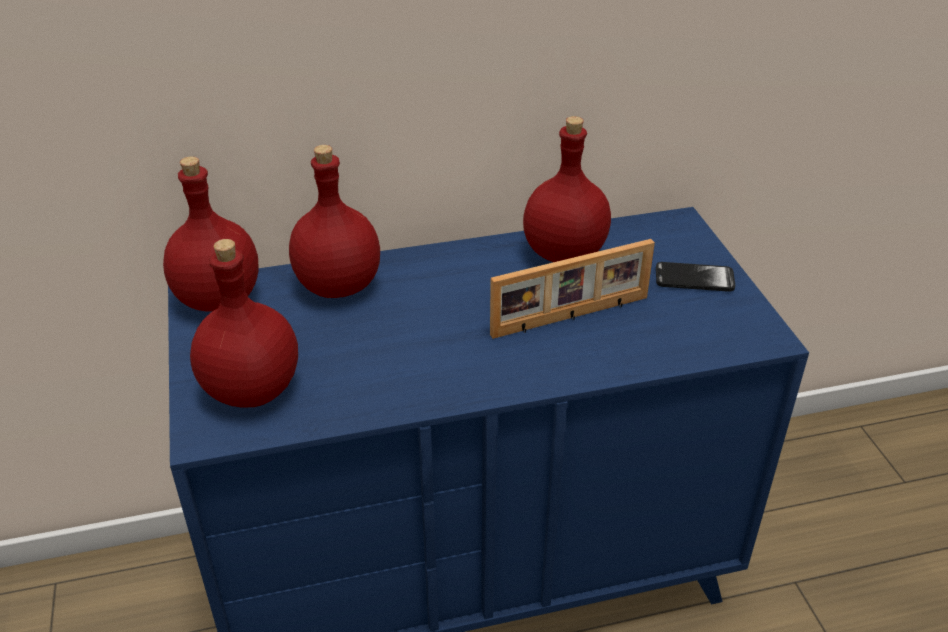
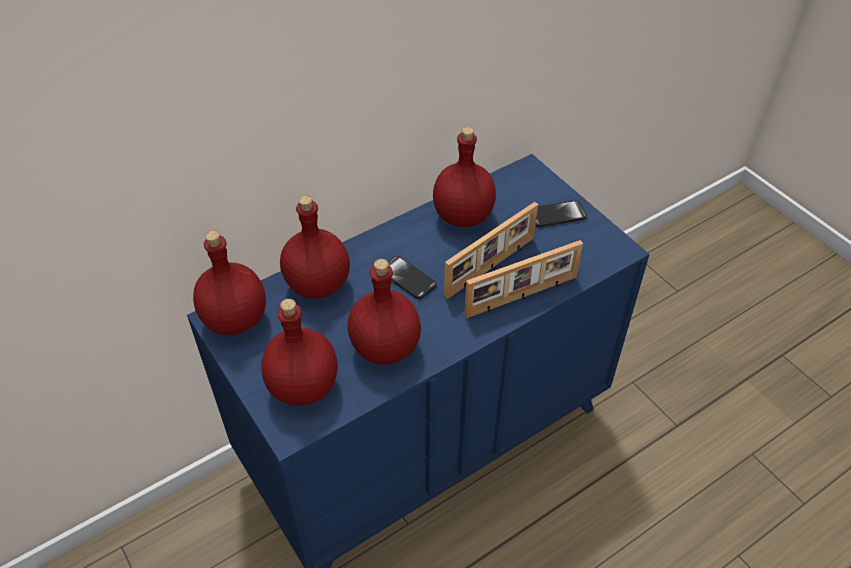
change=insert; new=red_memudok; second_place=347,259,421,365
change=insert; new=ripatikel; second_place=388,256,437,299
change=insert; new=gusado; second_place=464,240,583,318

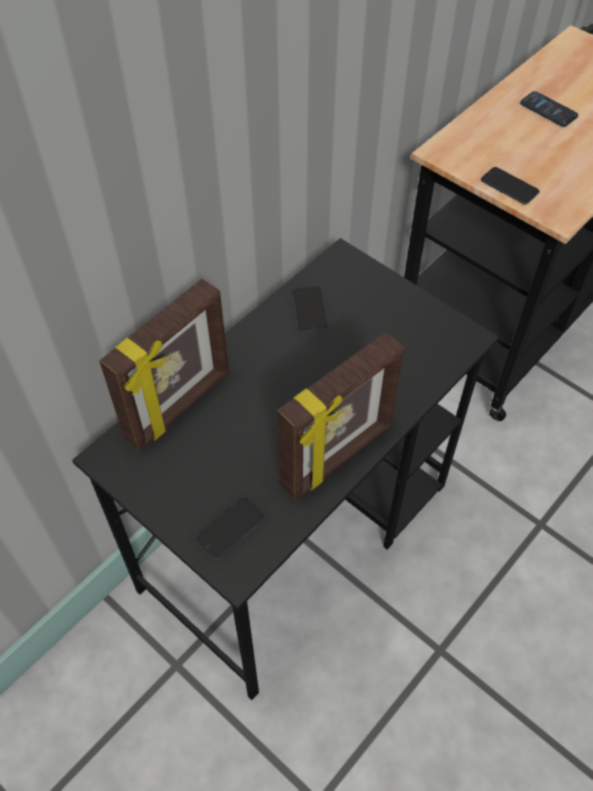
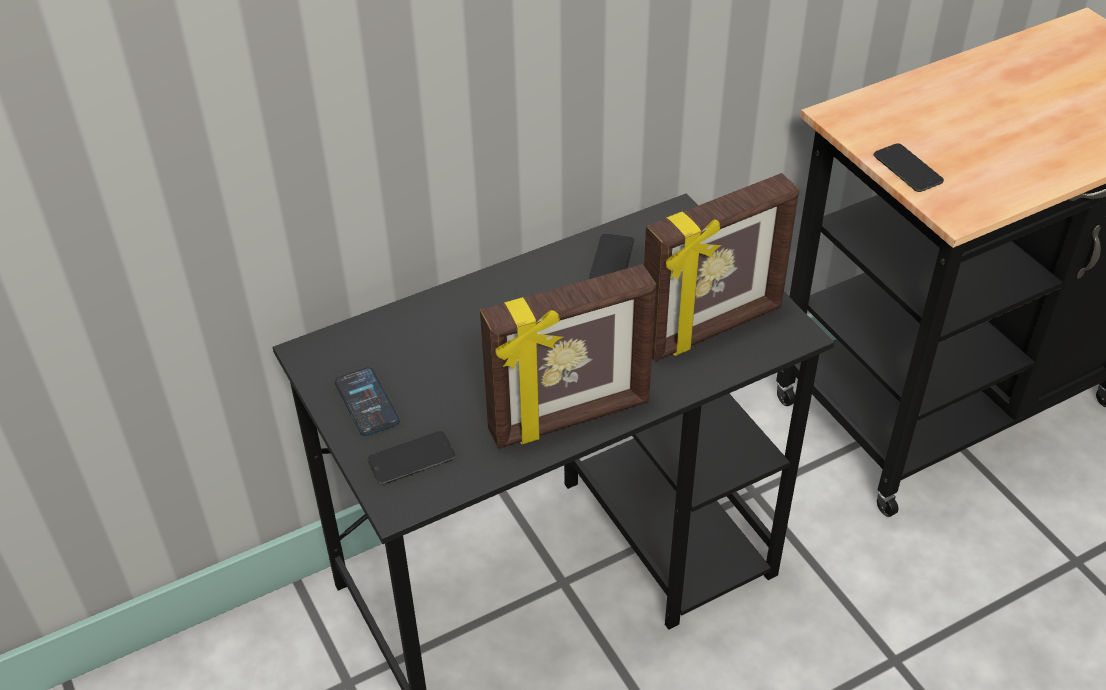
change=move; old=gusado; first_place=99,279,229,451; second_place=644,173,799,361
change=move; old=ripatikel; first_place=520,91,578,127; second_place=335,367,400,436

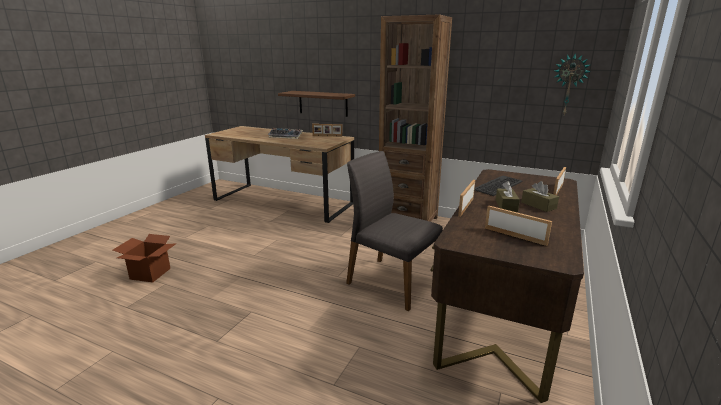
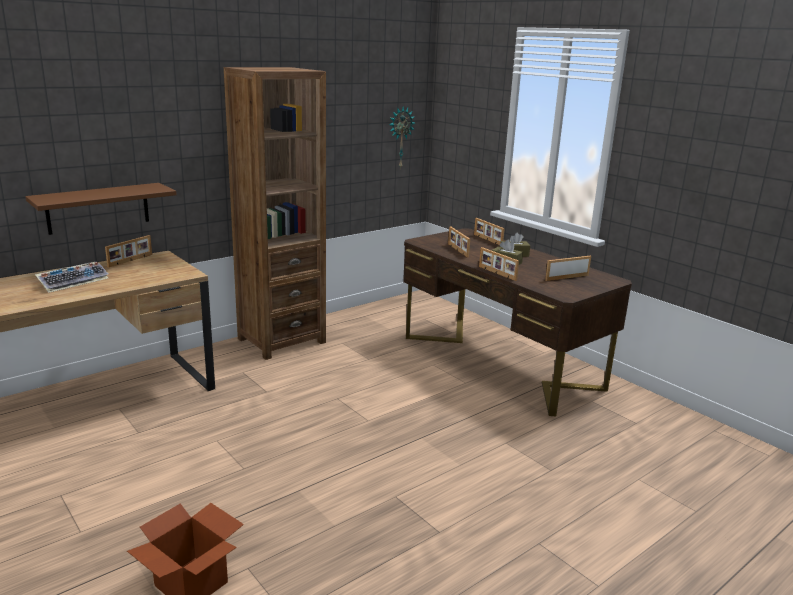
change=delete; old=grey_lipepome; first_place=346,151,443,311
change=replace; old=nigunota; new=gusado; first_place=474,176,523,196; second_place=448,226,470,258

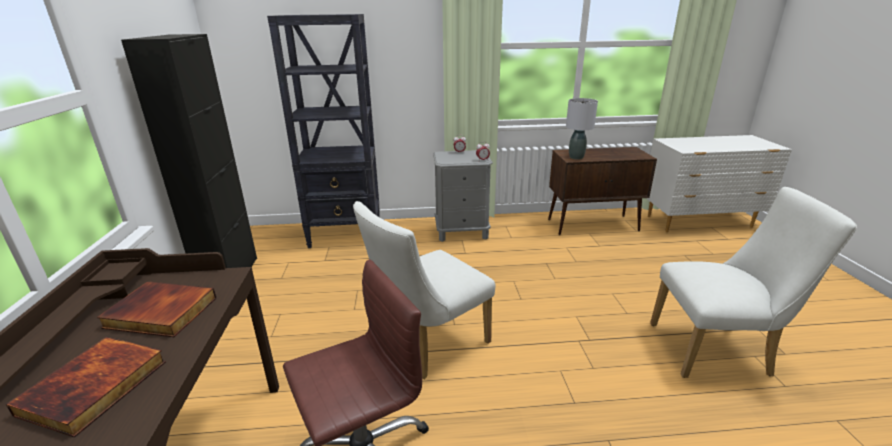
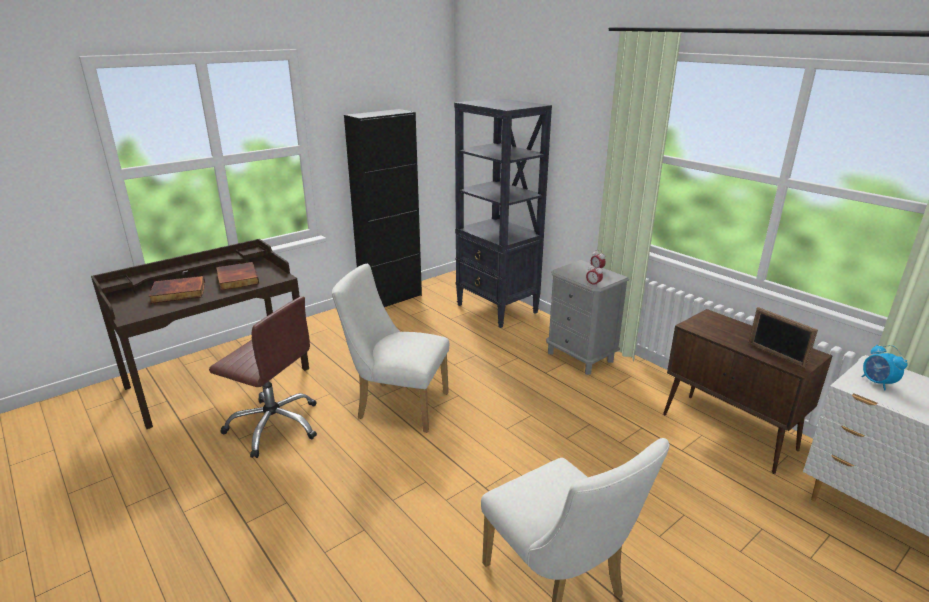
change=delete; old=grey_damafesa; first_place=566,98,598,159
change=insert; new=gusado; second_place=748,307,818,369
change=insert; new=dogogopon; second_place=861,345,907,391

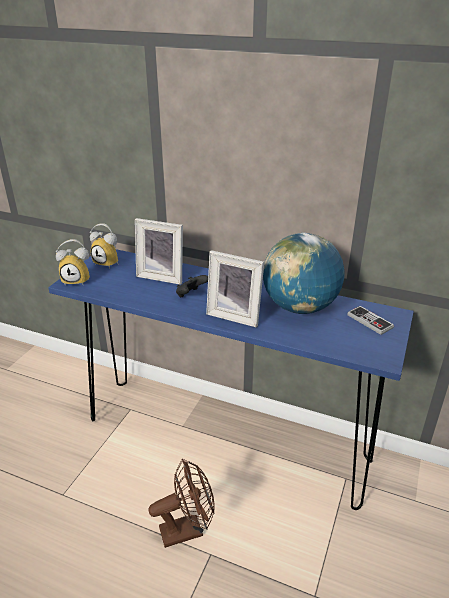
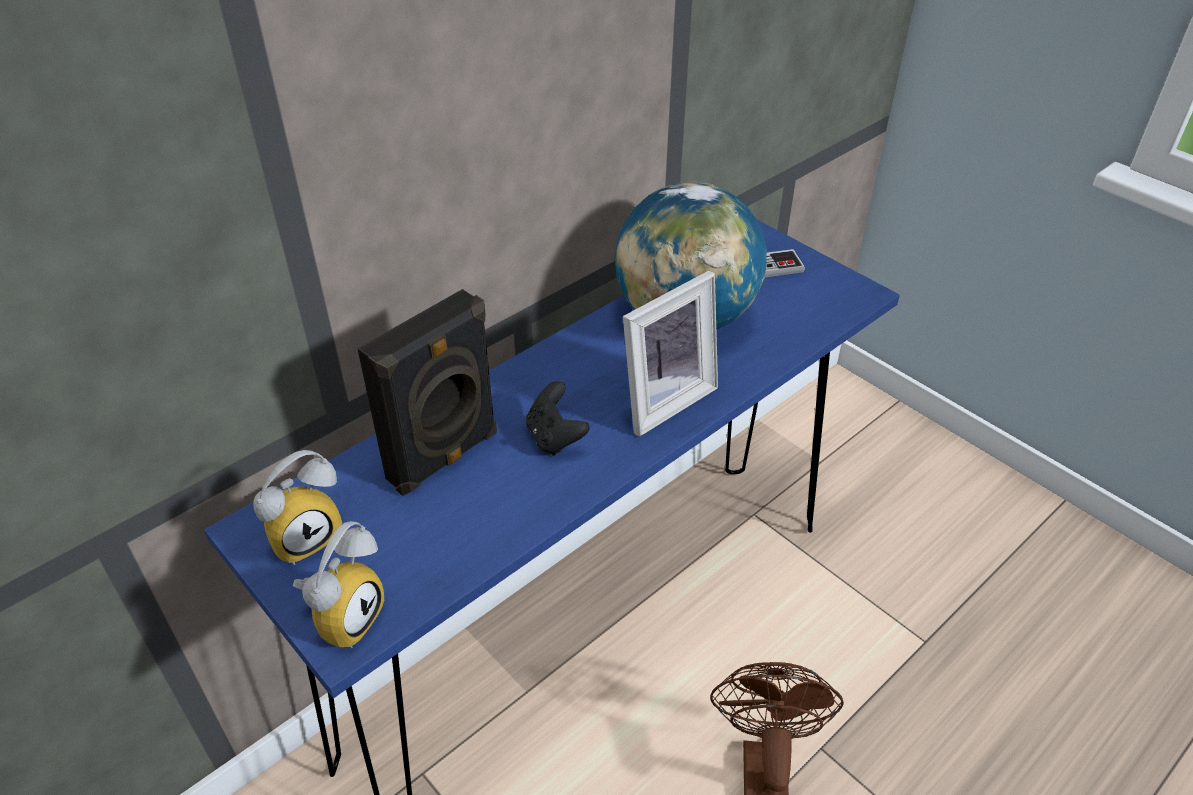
change=replace; old=gusado; new=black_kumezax; first_place=135,218,183,285; second_place=357,289,497,496

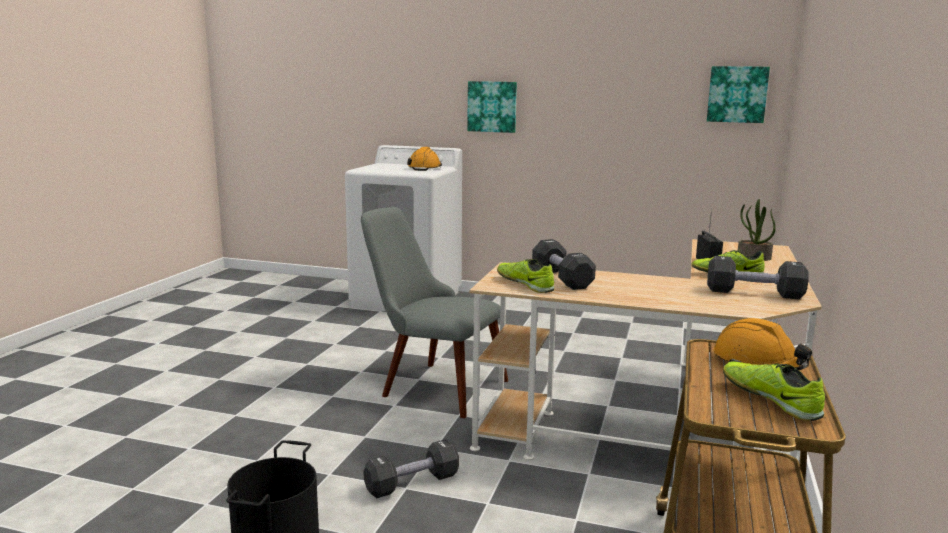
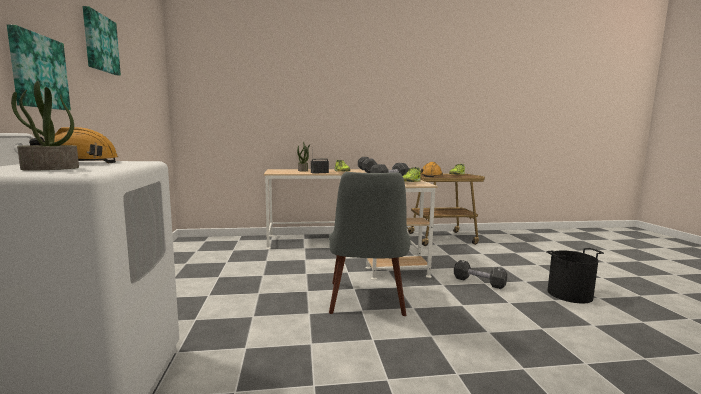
change=insert; new=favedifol; second_place=11,81,79,171
change=move; old=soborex; first_place=707,66,770,123; second_place=83,6,121,76

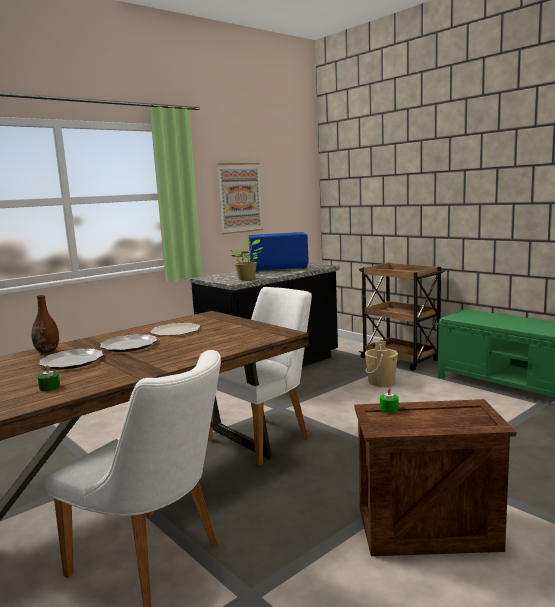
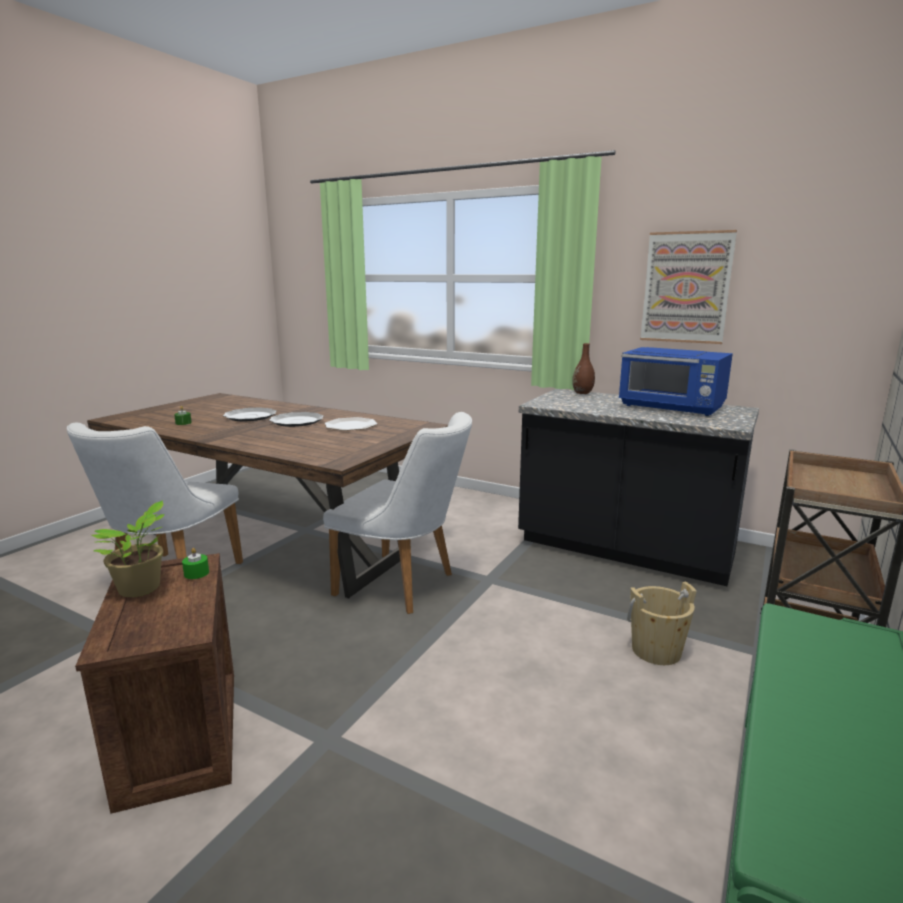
change=move; old=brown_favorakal; first_place=31,295,59,353; second_place=572,343,595,394
change=move; old=favedifol; first_place=230,239,263,280; second_place=91,500,165,597
change=rotate; old=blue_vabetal; first_place=249,232,309,272; second_place=619,347,733,416; degrees=150

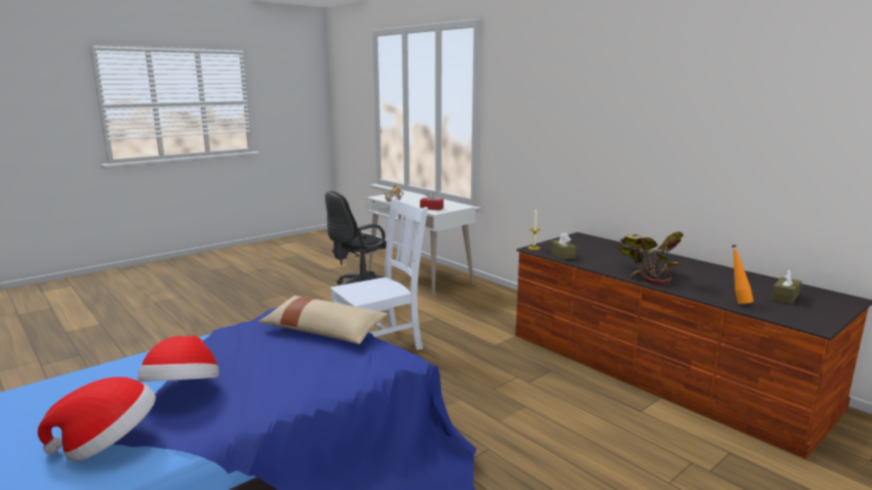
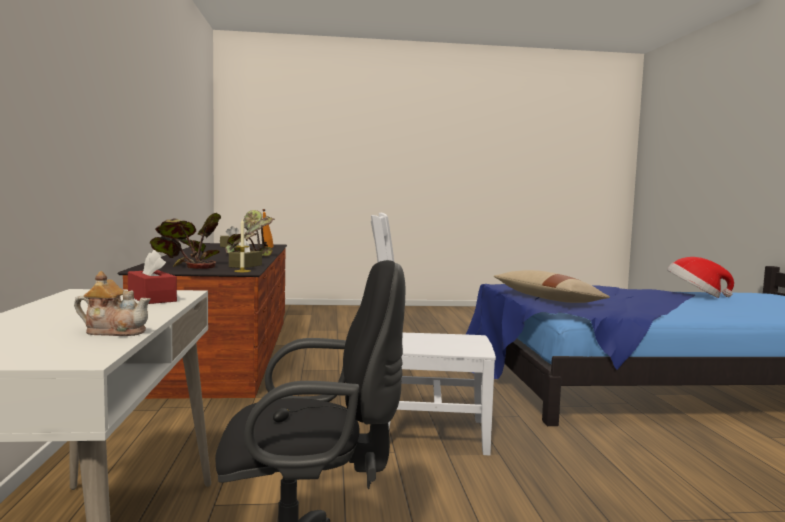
change=delete; old=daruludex; first_place=138,336,219,381
change=insert; new=favedifol; second_place=150,213,221,269

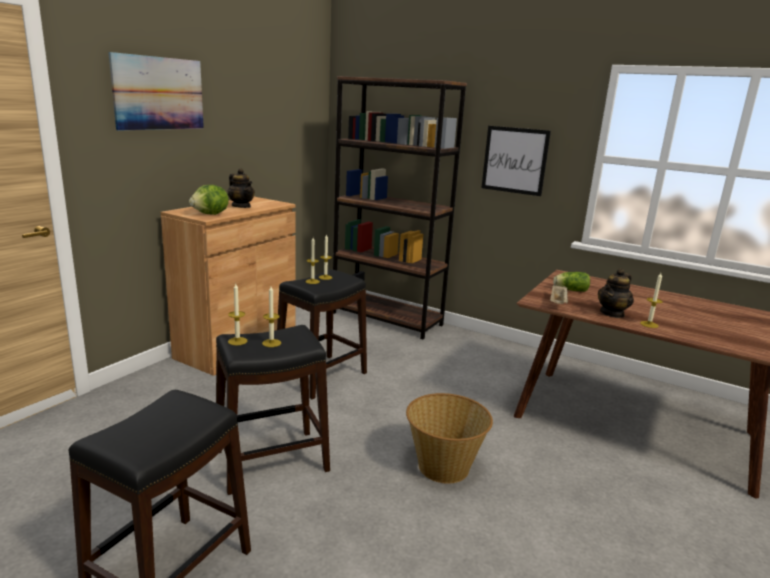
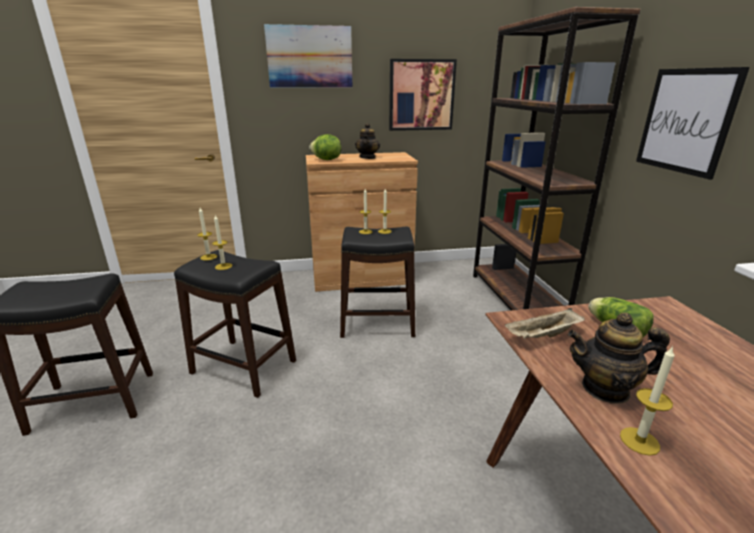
change=delete; old=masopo; first_place=406,393,493,484
change=insert; new=soborex; second_place=389,59,457,131

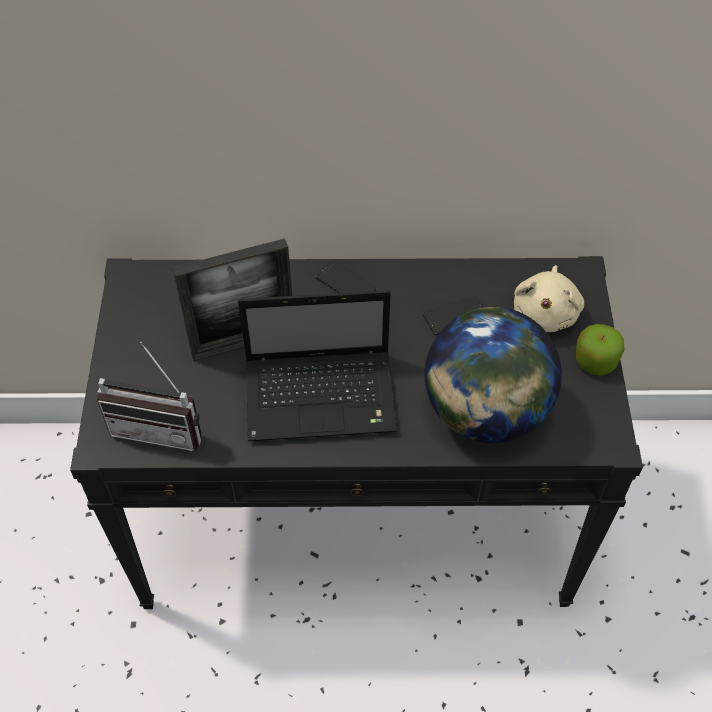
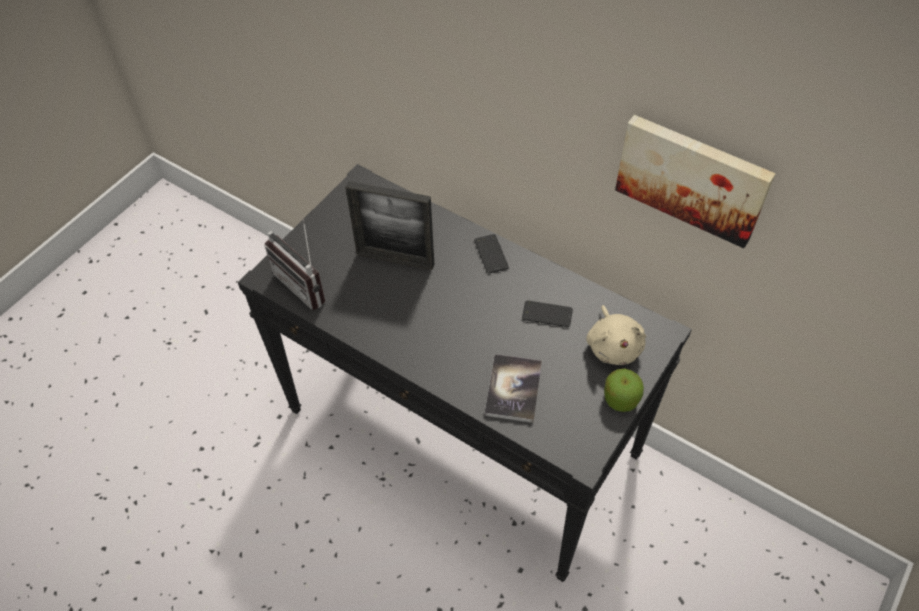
change=delete; old=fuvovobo; first_place=238,290,398,441
change=insert; new=soborex; second_place=615,115,776,248
change=replace; old=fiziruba; new=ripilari; first_place=424,307,562,443; second_place=484,354,542,423
change=rotate; old=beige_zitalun; first_place=514,265,584,332; second_place=586,305,646,365; degrees=-60

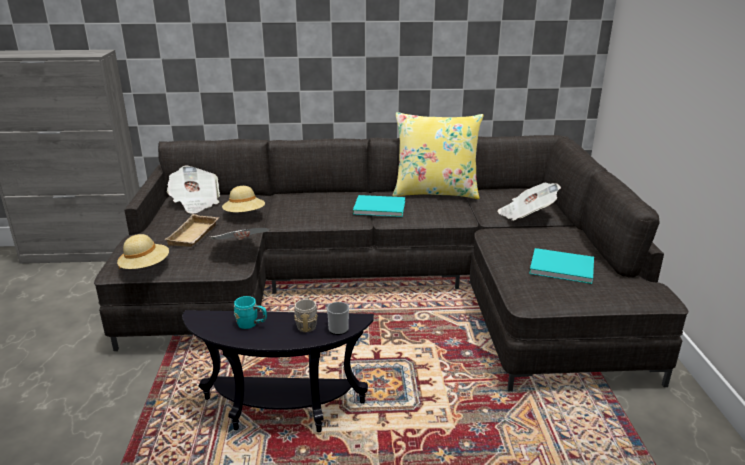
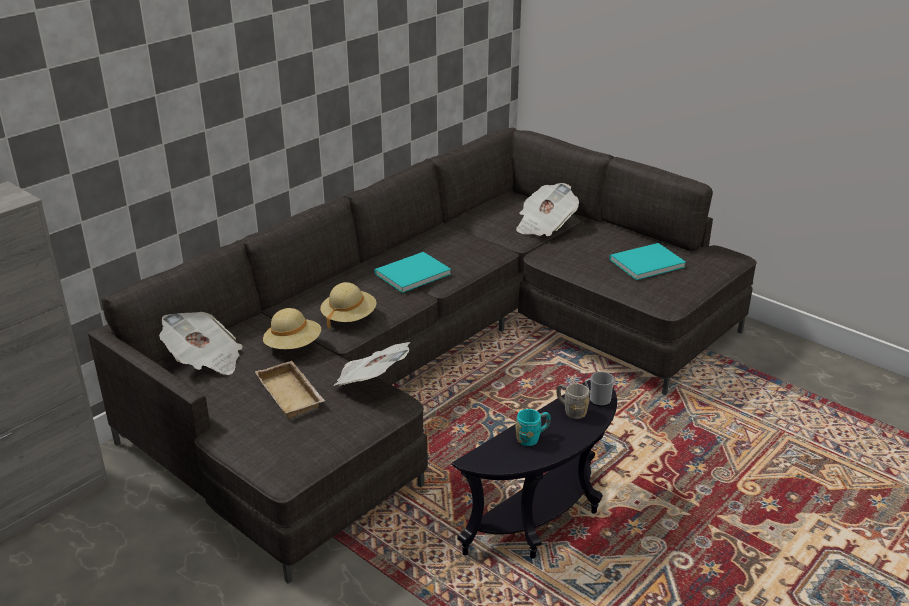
change=delete; old=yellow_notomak; first_place=393,112,483,199
change=move; old=beige_daruludex; first_place=117,234,169,269; second_place=320,282,376,329

